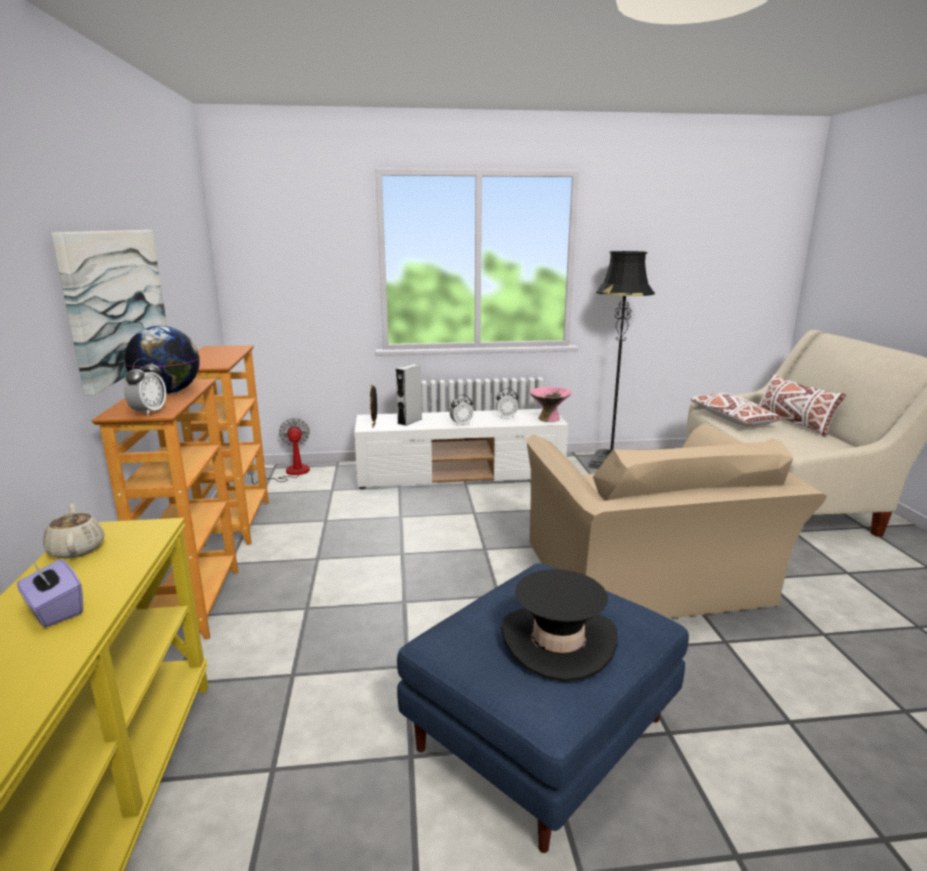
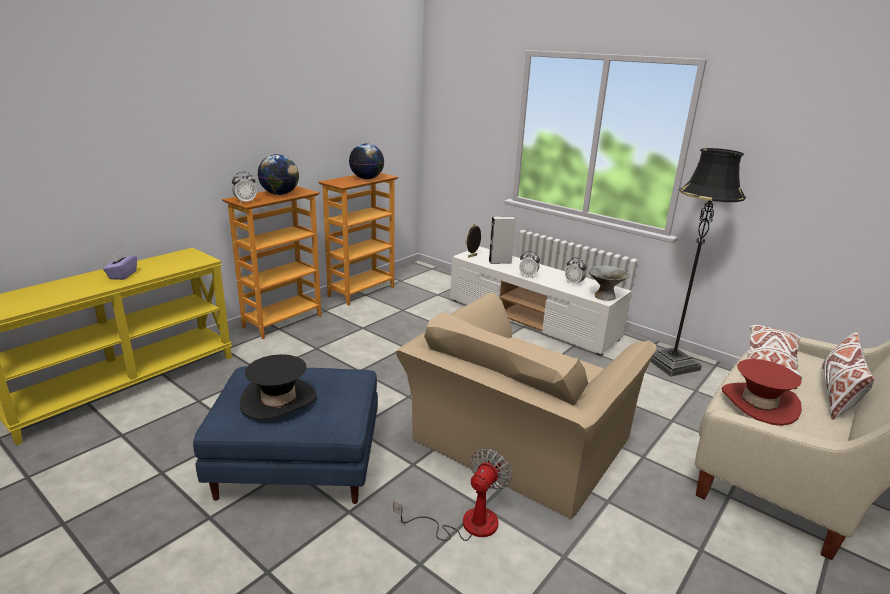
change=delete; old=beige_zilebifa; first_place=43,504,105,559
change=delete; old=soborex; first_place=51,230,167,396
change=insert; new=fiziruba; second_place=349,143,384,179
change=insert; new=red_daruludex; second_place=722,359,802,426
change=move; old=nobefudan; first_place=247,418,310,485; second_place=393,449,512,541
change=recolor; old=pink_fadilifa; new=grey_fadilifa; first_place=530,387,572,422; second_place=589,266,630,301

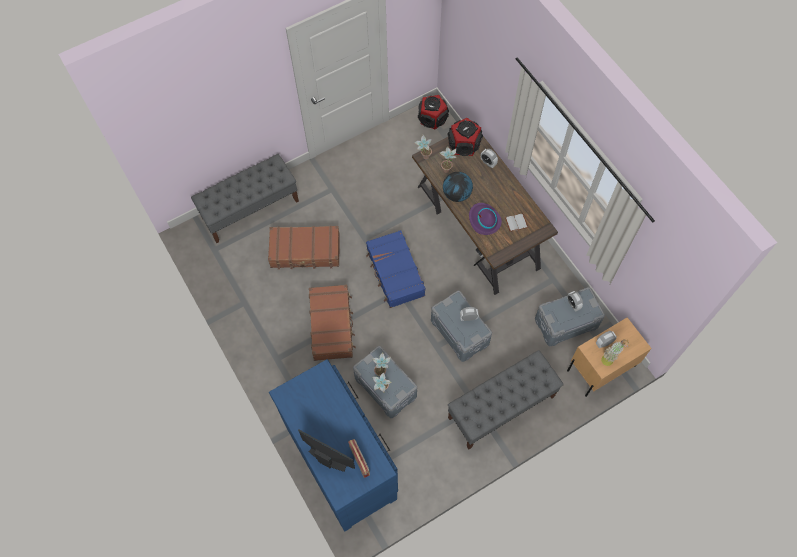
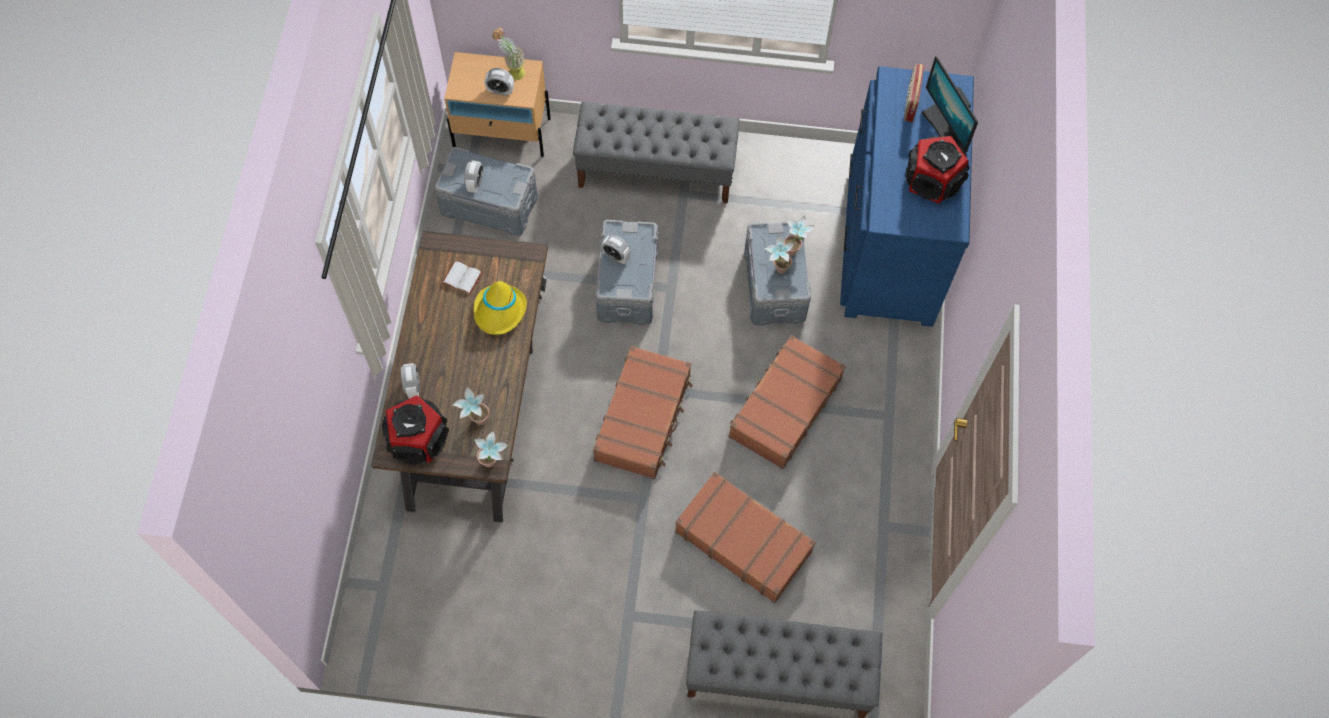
change=delete; old=fiziruba; first_place=443,172,473,202
change=move; old=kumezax; first_place=418,95,449,130; second_place=905,136,970,204
change=recolor; old=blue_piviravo; new=brown_piviravo; first_place=366,230,426,308; second_place=593,346,692,479
change=recolor; old=purple_daruludex; new=yellow_daruludex; first_place=469,203,502,235; second_place=473,281,527,335

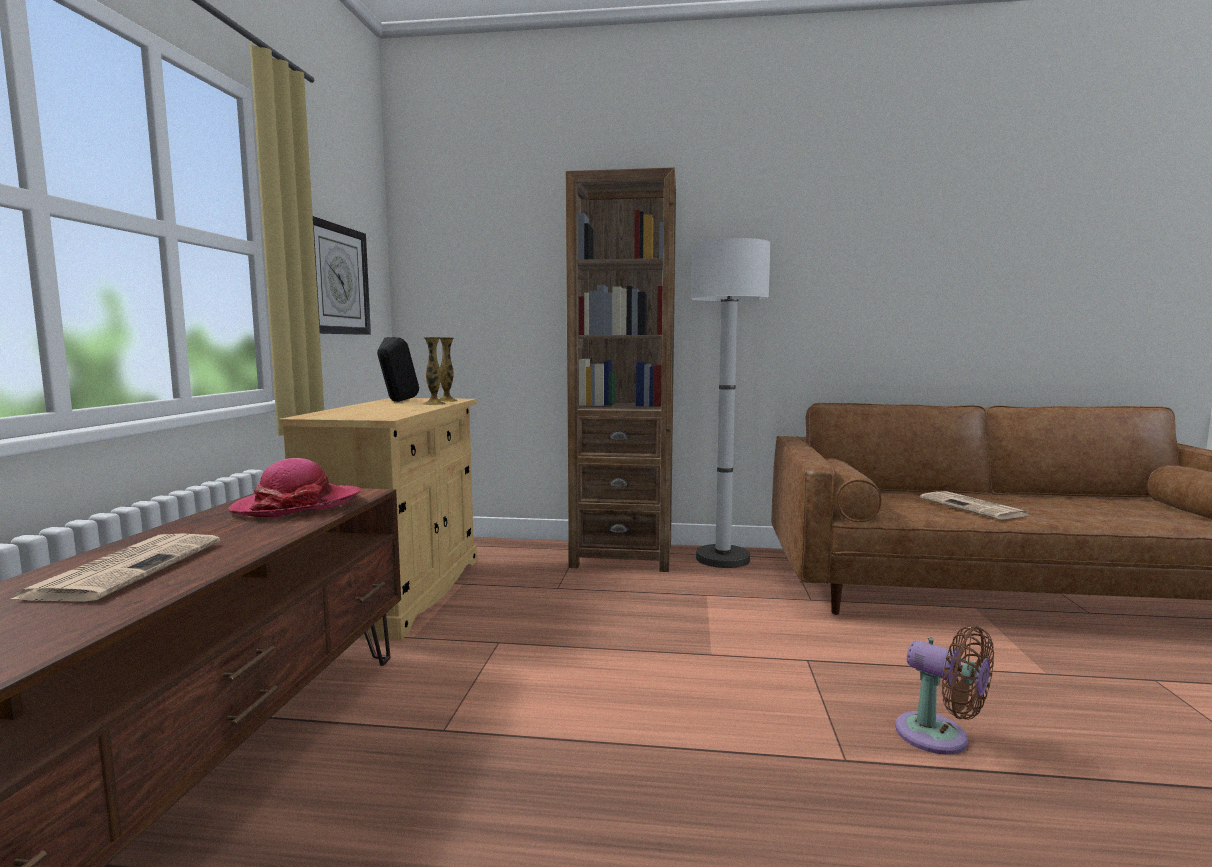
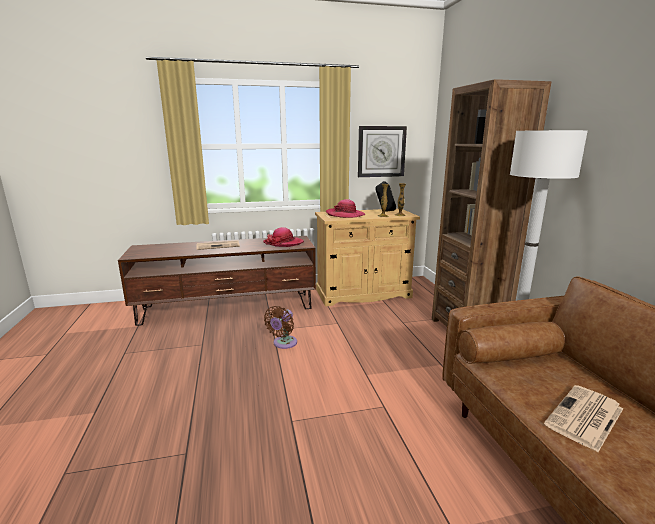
change=insert; new=daruludex; second_place=326,199,365,218
change=move; old=brown_nobefudan; first_place=895,625,994,755; second_place=264,306,297,349

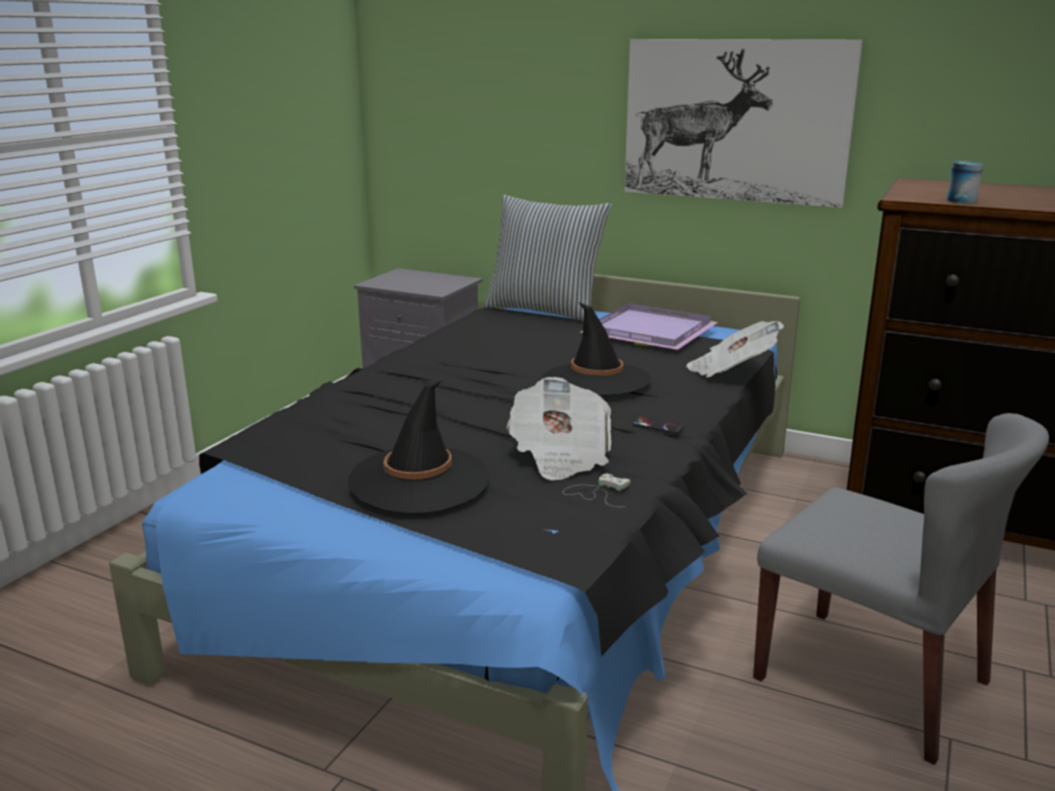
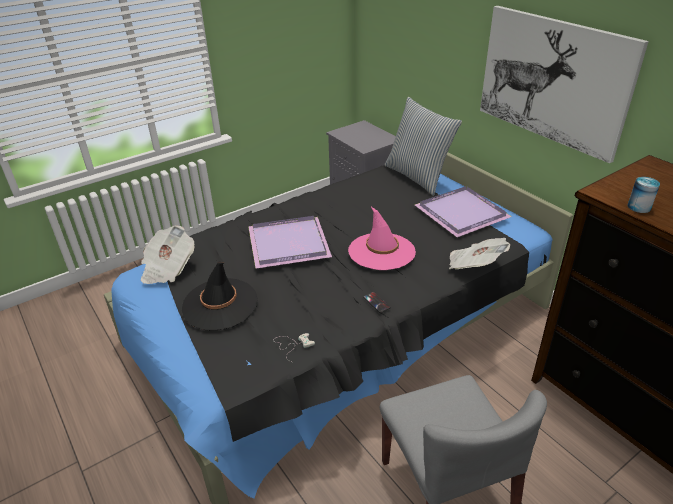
change=insert; new=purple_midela; second_place=248,216,332,268
change=move; old=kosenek; first_place=507,377,611,481; second_place=141,225,195,284
change=recolor; old=black_daruludex; new=pink_daruludex; first_place=542,302,651,396; second_place=348,207,416,270

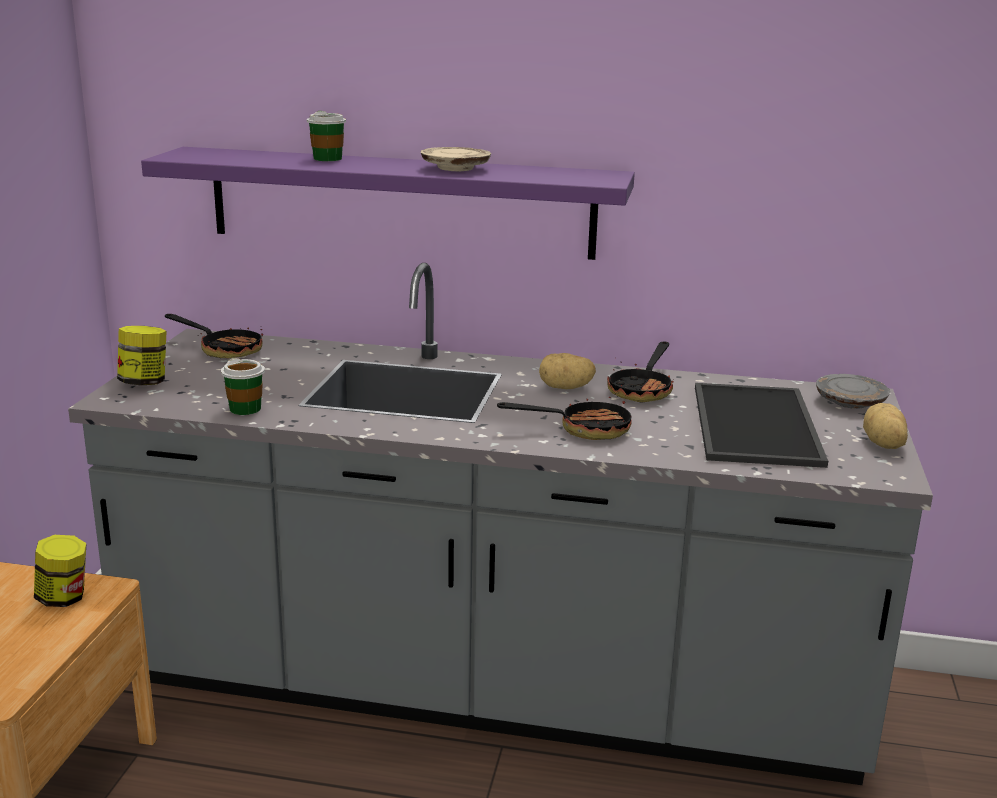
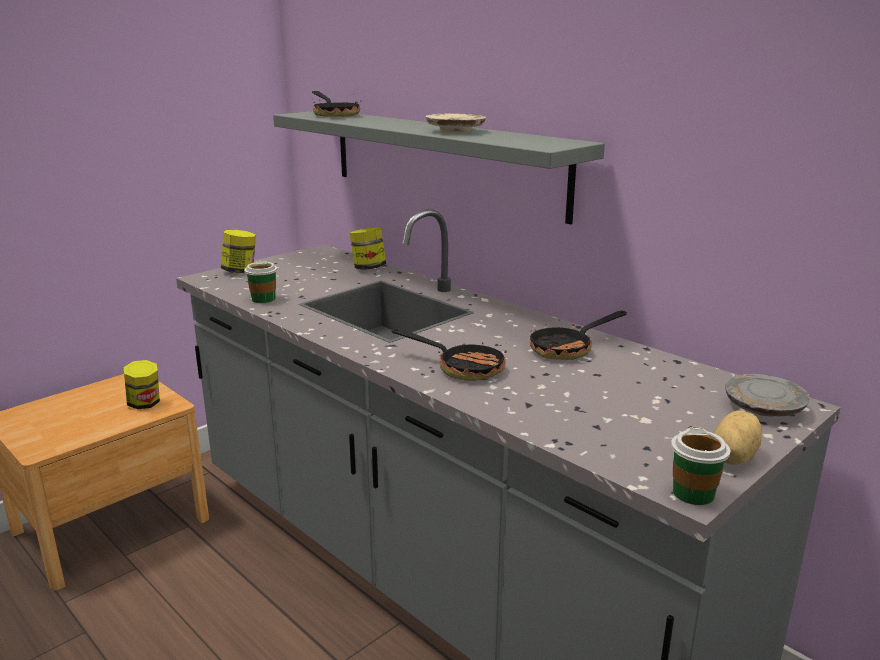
change=delete; old=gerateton; first_place=539,353,596,389
change=delete; old=midela; first_place=695,383,828,468
change=insert; new=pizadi; second_place=349,228,386,270
change=move; old=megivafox; first_place=165,314,263,358; second_place=312,91,362,117
change=move; old=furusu; first_place=307,111,346,161; second_place=671,427,730,505
change=recolor; old=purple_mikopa; new=grey_mikopa; first_place=141,147,635,260; second_place=273,111,605,224

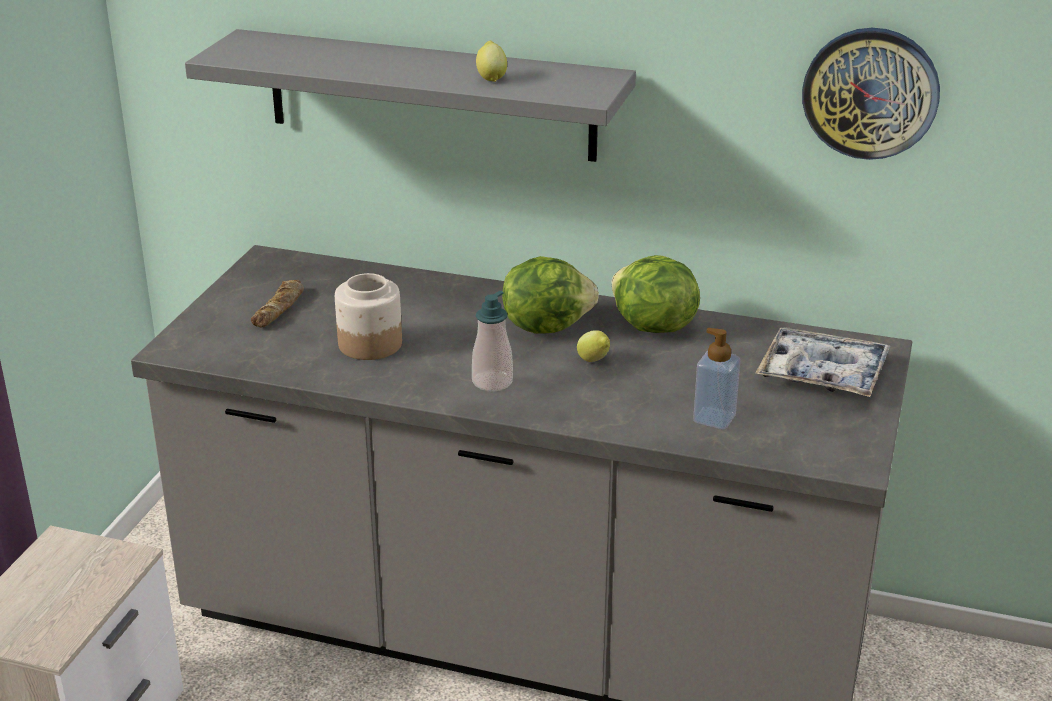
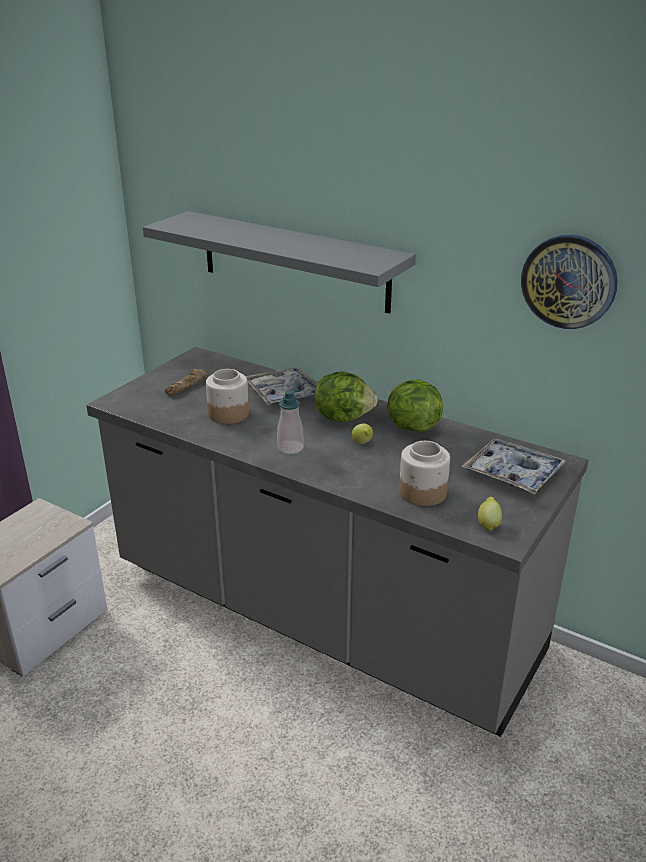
change=insert; new=midela; second_place=246,367,317,405
change=move; old=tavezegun; first_place=476,41,507,82; second_place=478,497,502,531
change=replace; old=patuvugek; new=pizadi; first_place=693,328,740,430; second_place=399,441,450,506

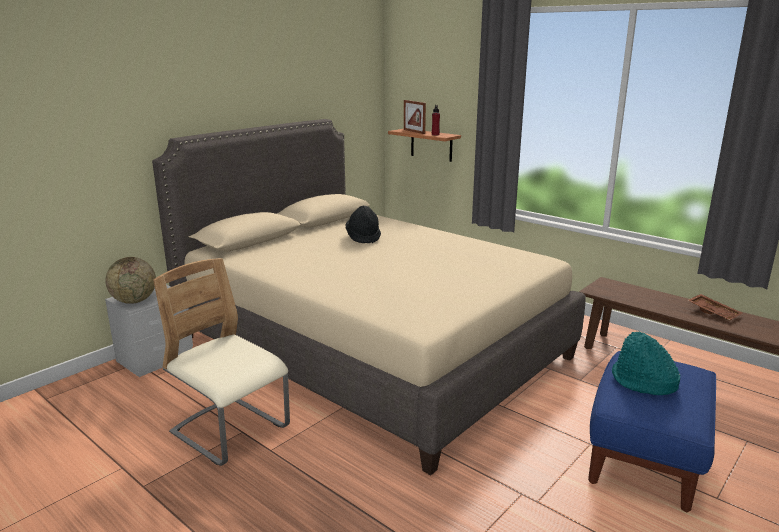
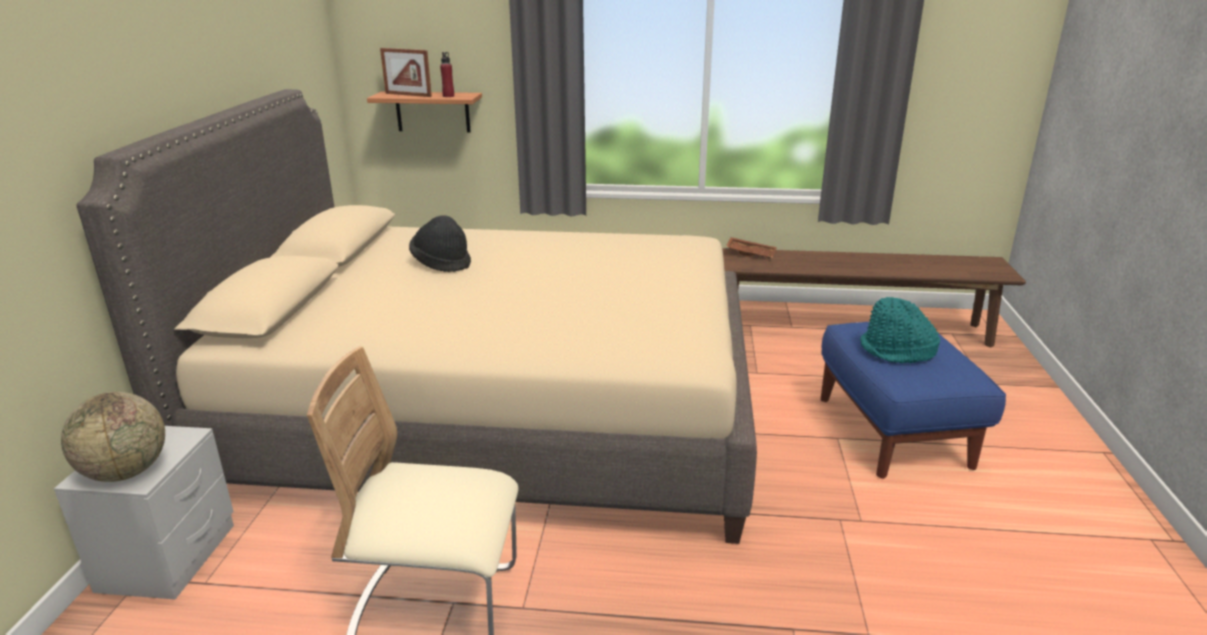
change=move; old=brown_midela; first_place=688,294,742,321; second_place=726,237,777,258

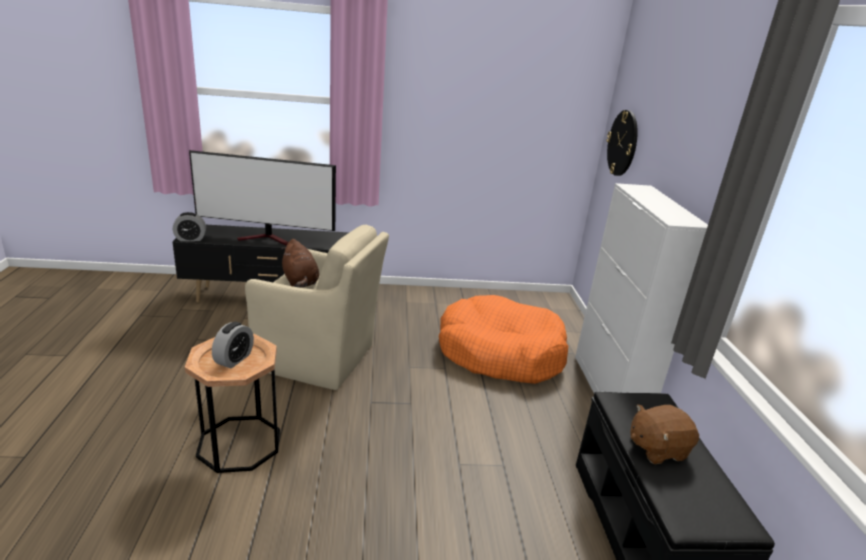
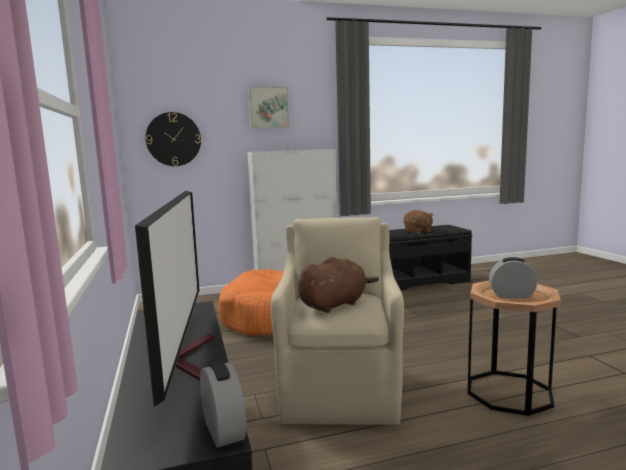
change=insert; new=soborex; second_place=248,87,290,128

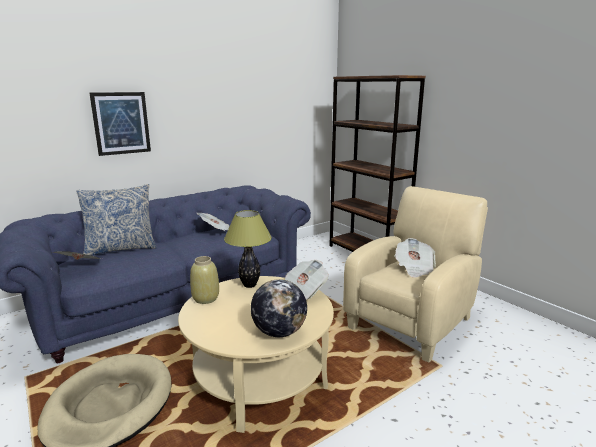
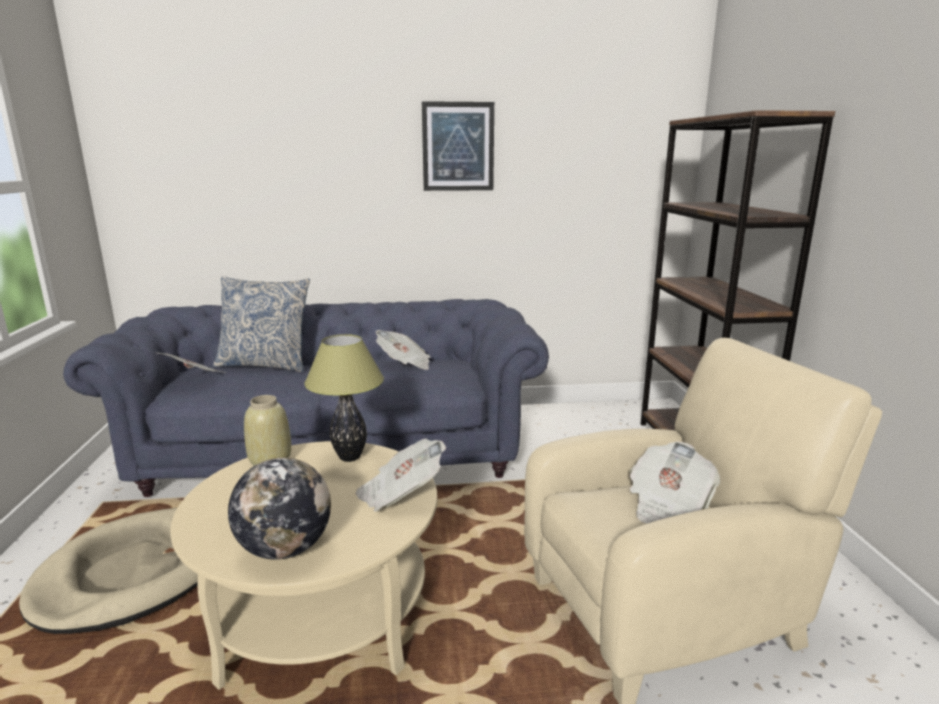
change=move; old=soborex; first_place=89,92,151,156; second_place=422,101,494,191

